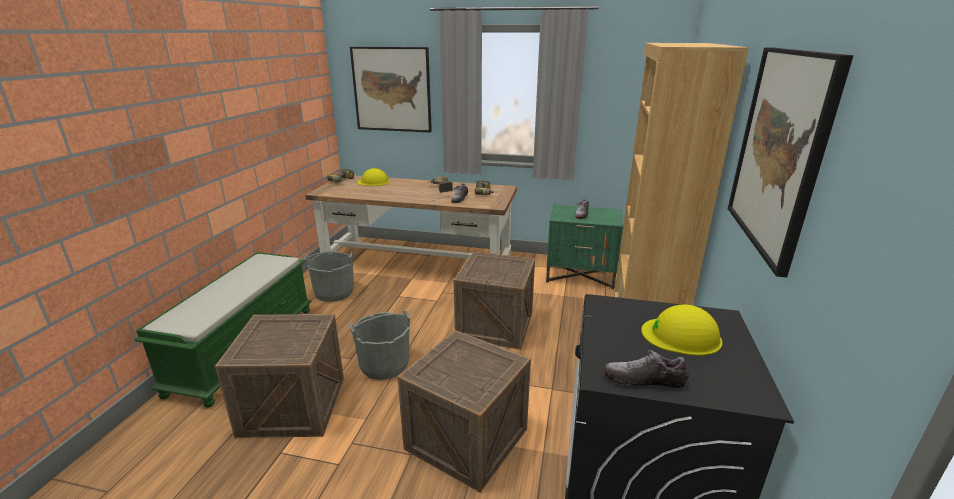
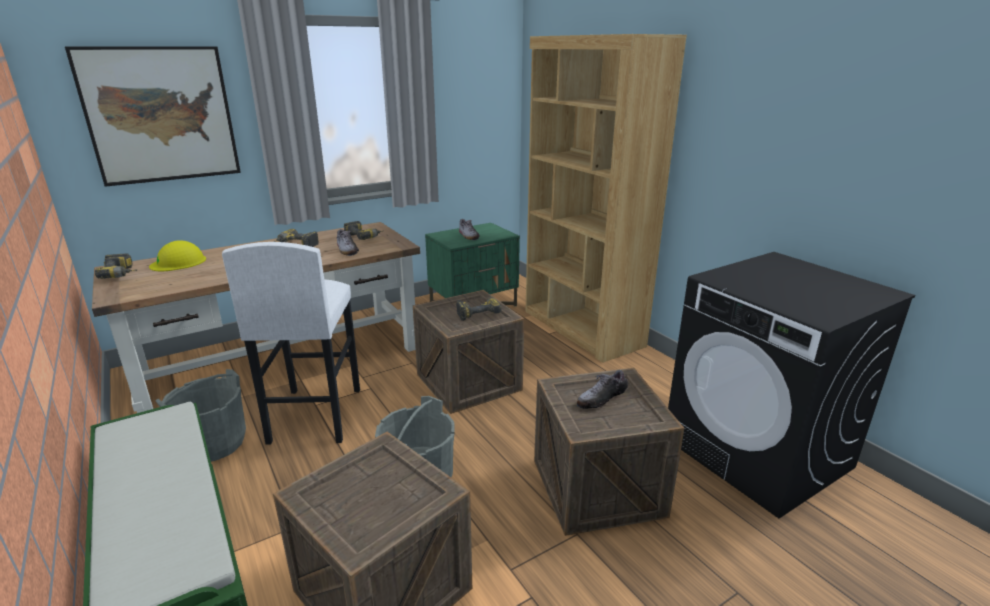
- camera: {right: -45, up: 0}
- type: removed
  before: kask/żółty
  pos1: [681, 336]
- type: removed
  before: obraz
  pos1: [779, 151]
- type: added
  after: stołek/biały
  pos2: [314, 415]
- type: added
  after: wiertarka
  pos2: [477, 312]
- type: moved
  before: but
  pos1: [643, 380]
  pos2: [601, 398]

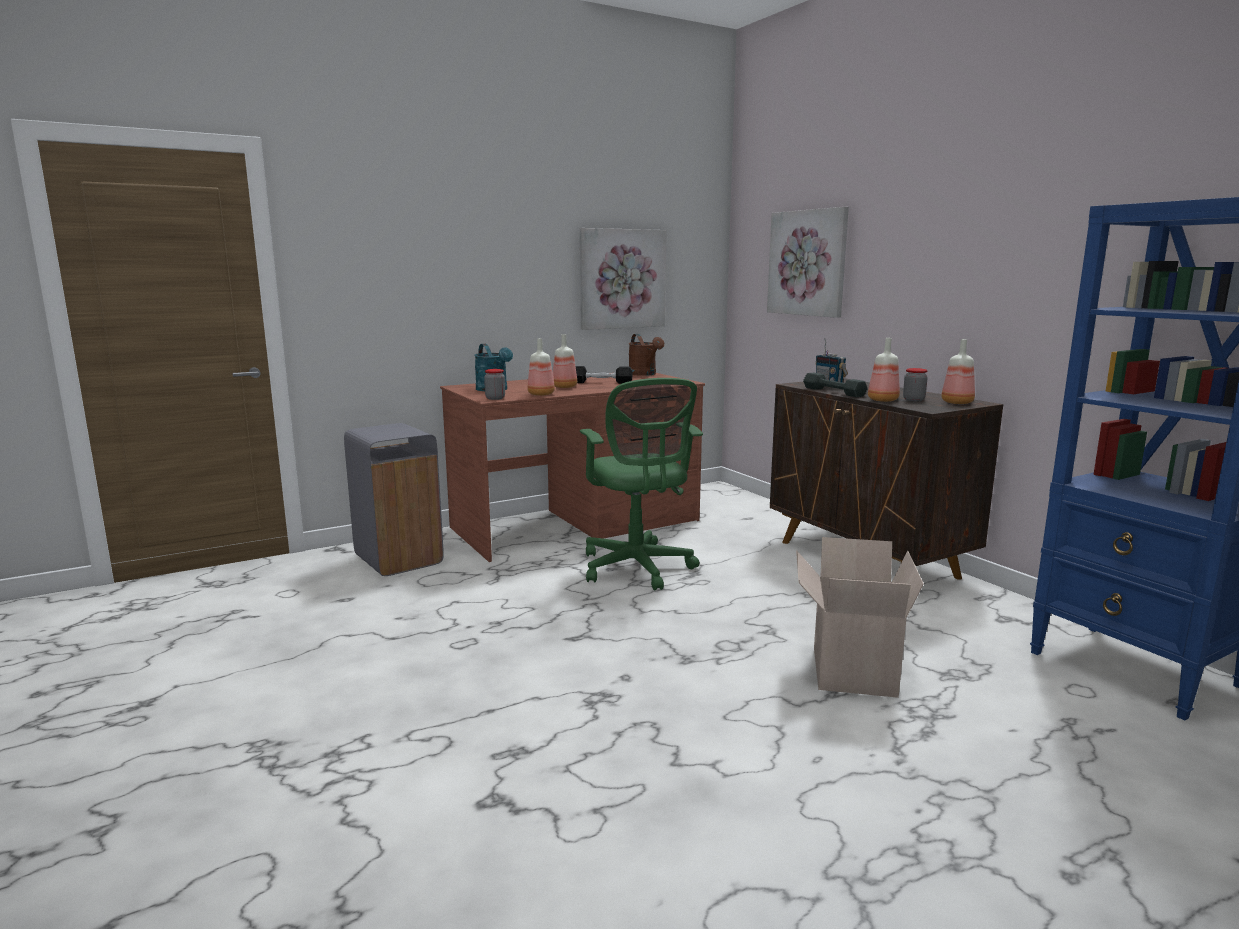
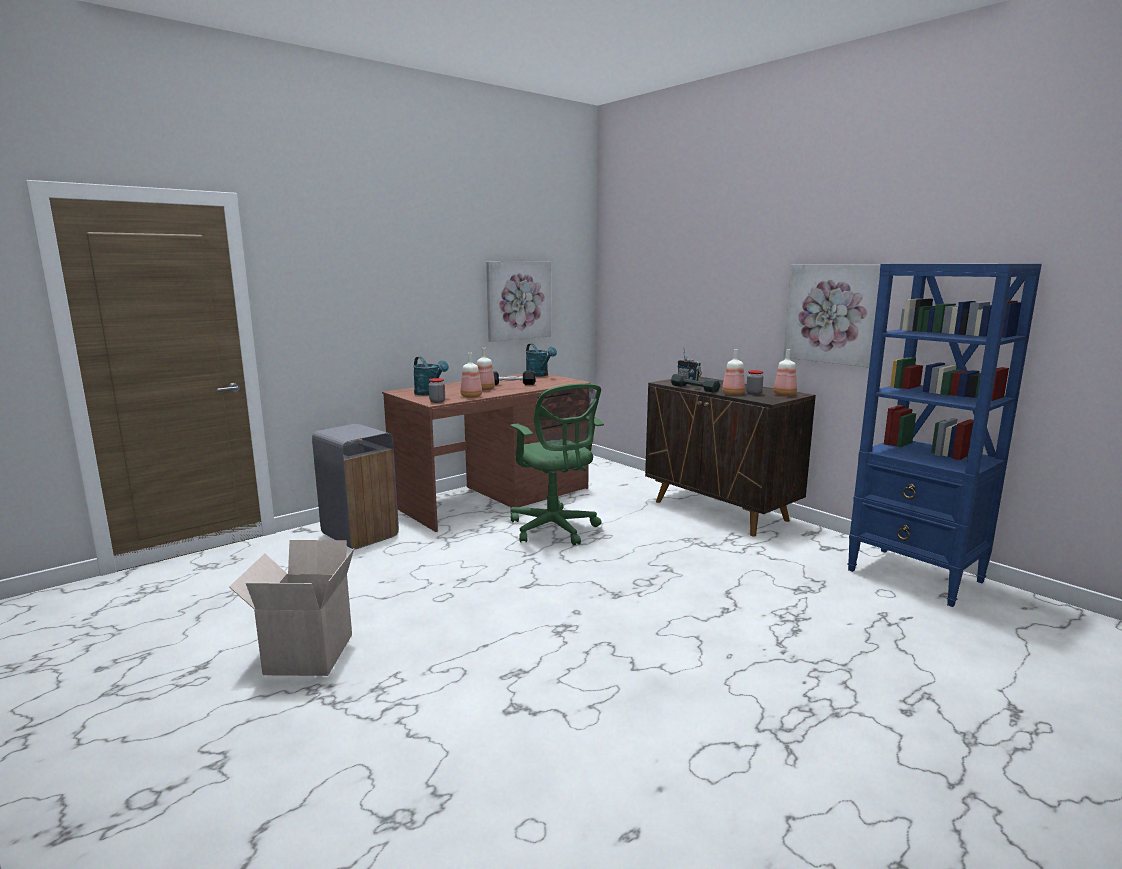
- camera: {right: -10, up: 0}
- type: moved
  before: obraz
  pos1: [808, 263]
  pos2: [833, 314]
- type: moved
  before: karton
  pos1: [849, 670]
  pos2: [307, 653]
- type: recoloured
  before: konewka/brązowy
  after: konewka/turkusowy
  pos1: [644, 374]
  pos2: [539, 375]

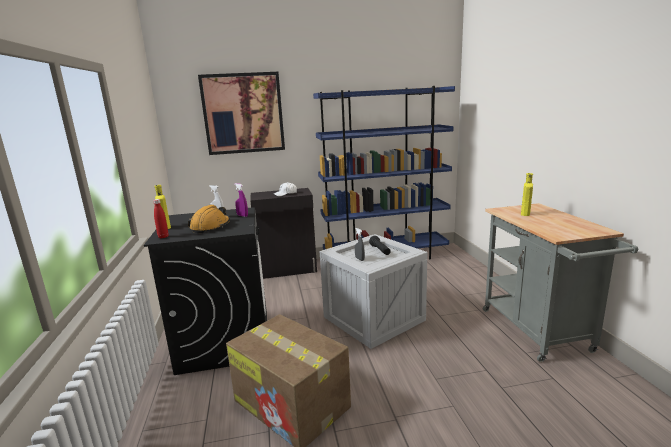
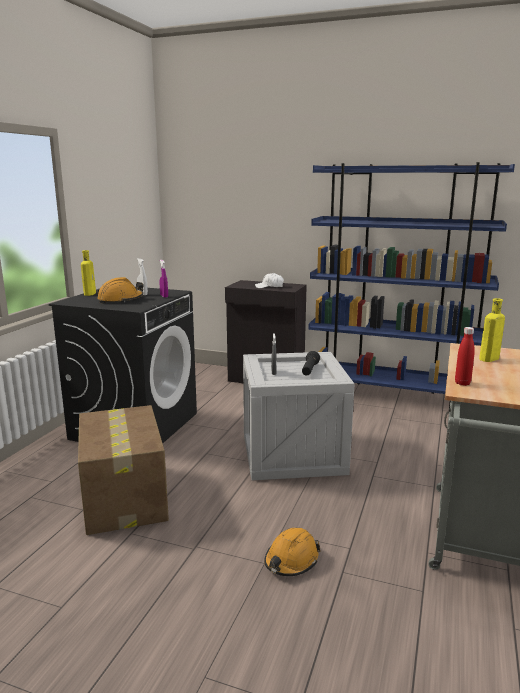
- camera: {right: 30, up: 0}
- type: removed
  before: obraz
  pos1: [243, 113]
- type: added
  after: kask/pomarańczowy
  pos2: [291, 560]
- type: moved
  before: butelka/czerwony
  pos1: [163, 237]
  pos2: [462, 383]

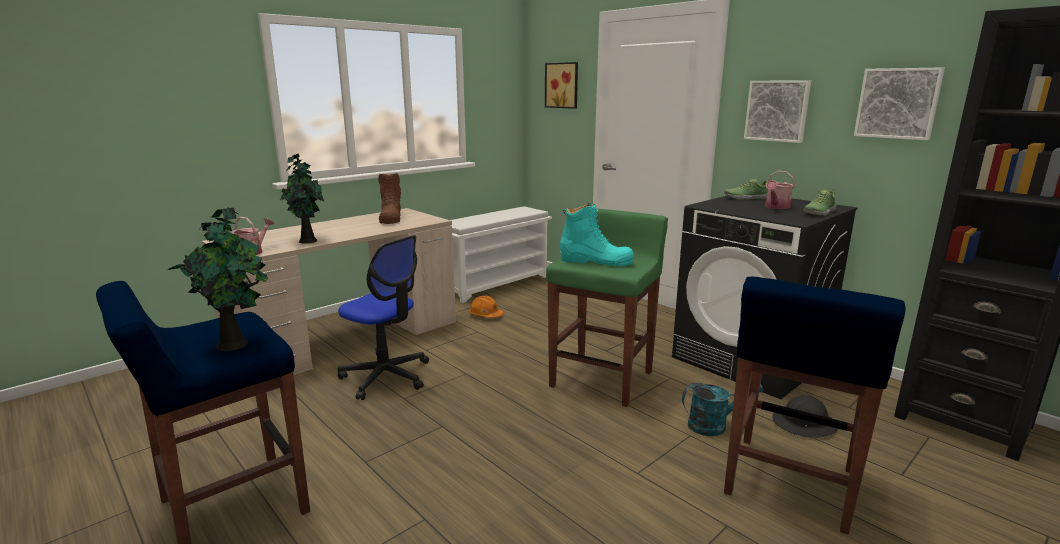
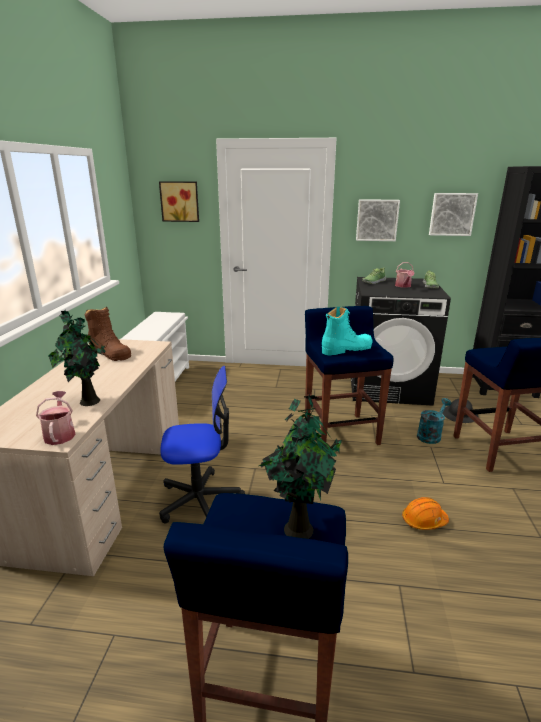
- camera: {right: -40, up: 5}
- type: moved
  before: kask/pomarańczowy
  pos1: [485, 315]
  pos2: [424, 521]
- type: recoloured
  before: stołek/zielony
  after: stołek/niebieski
  pos1: [602, 378]
  pos2: [340, 432]

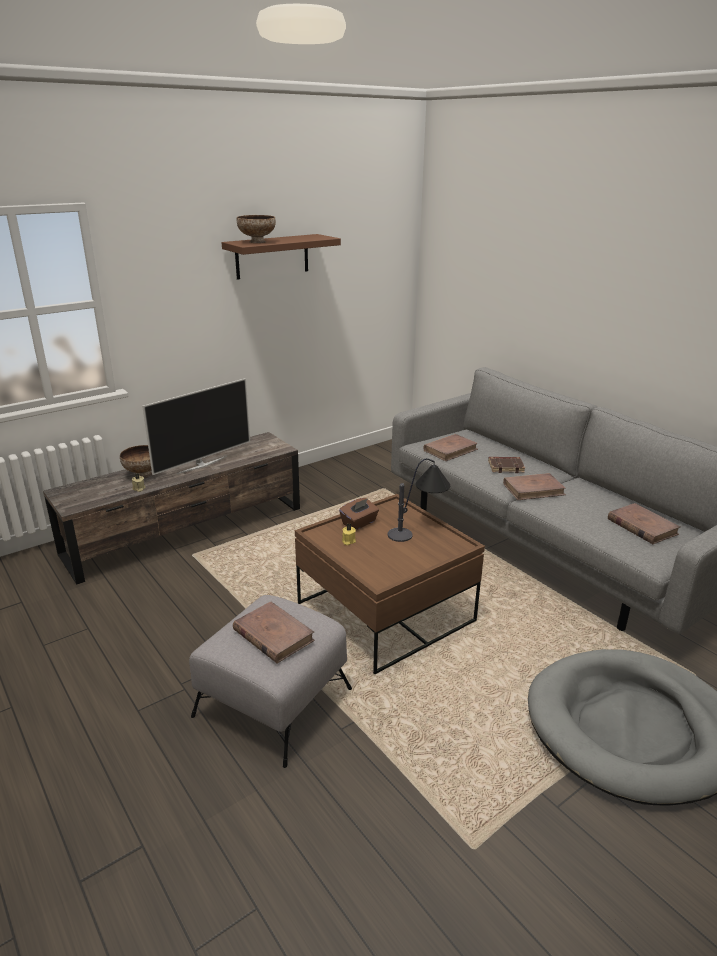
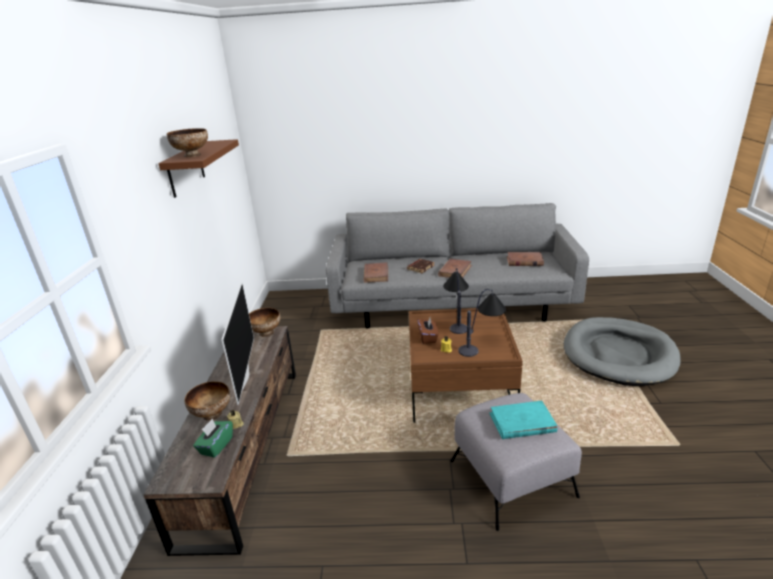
- camera: {right: -50, up: 0}
- type: added
  after: pudełko chusteczek/zielony
  pos2: [216, 446]
- type: added
  after: miska
  pos2: [266, 333]
- type: added
  after: lampa stołowa
  pos2: [482, 343]
- type: recoloured
  before: książka/brązowy
  after: książka/turkusowy
  pos1: [273, 635]
  pos2: [522, 423]

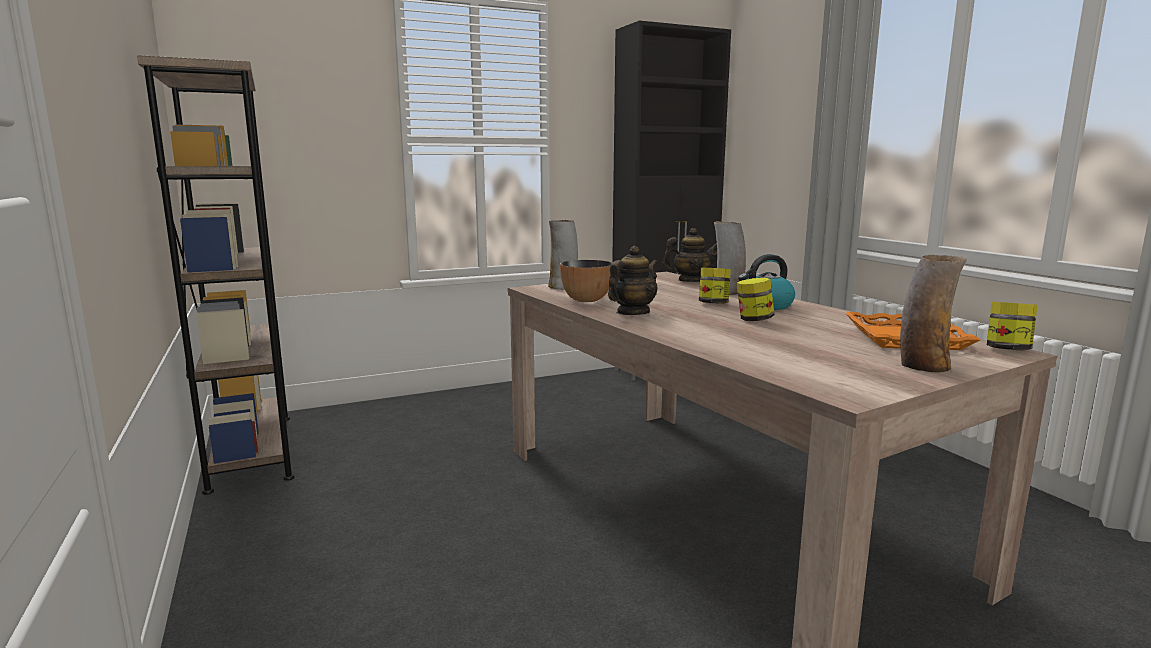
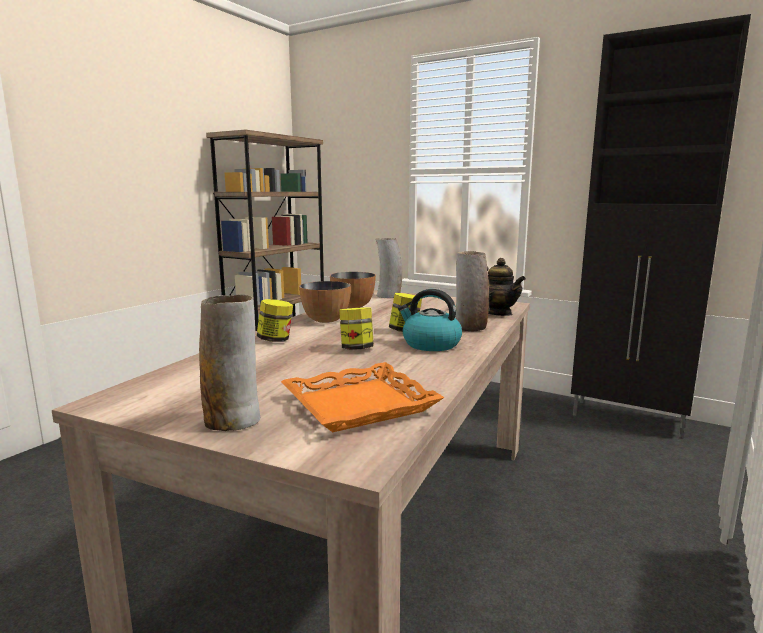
- camera: {right: 55, up: 0}
- type: moved
  before: słoik
  pos1: [1007, 350]
  pos2: [275, 340]
- type: replaced
  before: imbryk
  after: miska
  pos1: [632, 313]
  pos2: [326, 320]

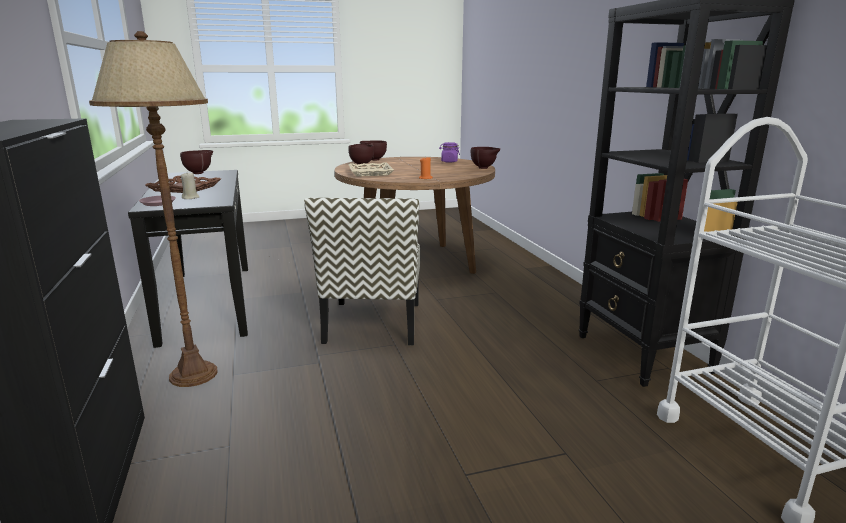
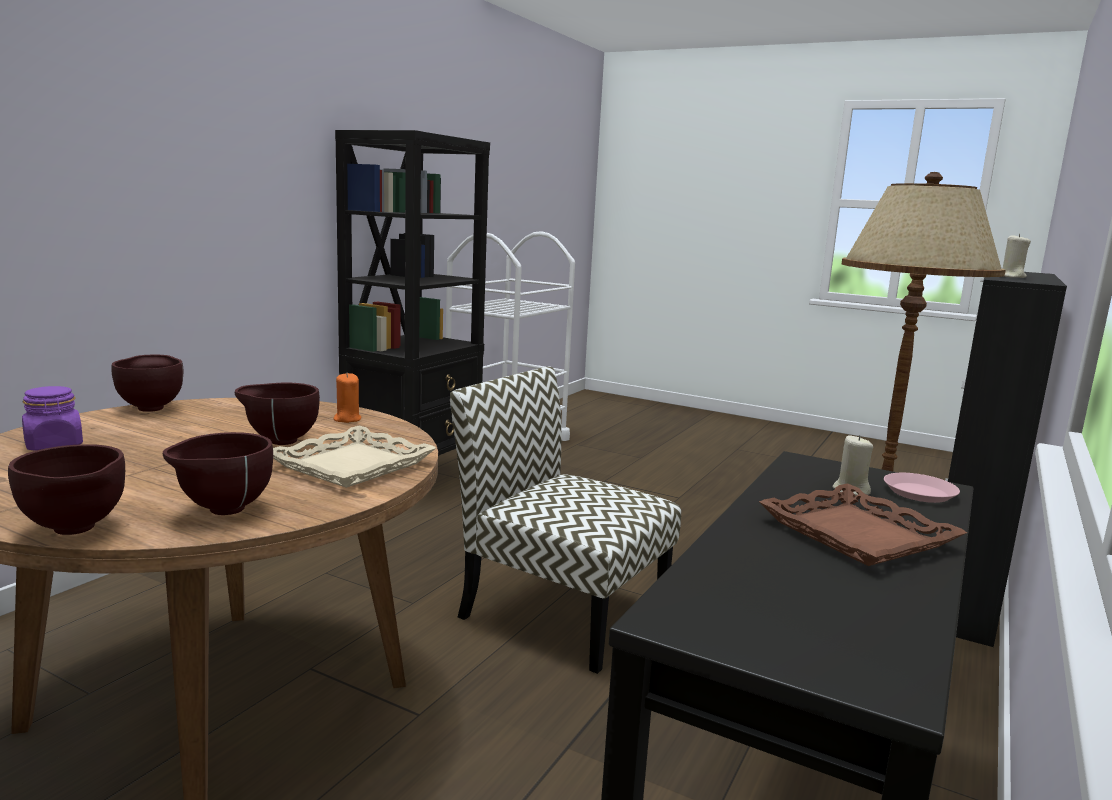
- camera: {right: -135, up: -5}
- type: added
  after: świeca/beżowy
  pos2: [1011, 277]
- type: moved
  before: miska/brązowy
  pos1: [199, 173]
  pos2: [279, 441]
- type: turned
  before: krzesło
  pos1: [373, 323]
  pos2: [560, 612]
  turn: -105

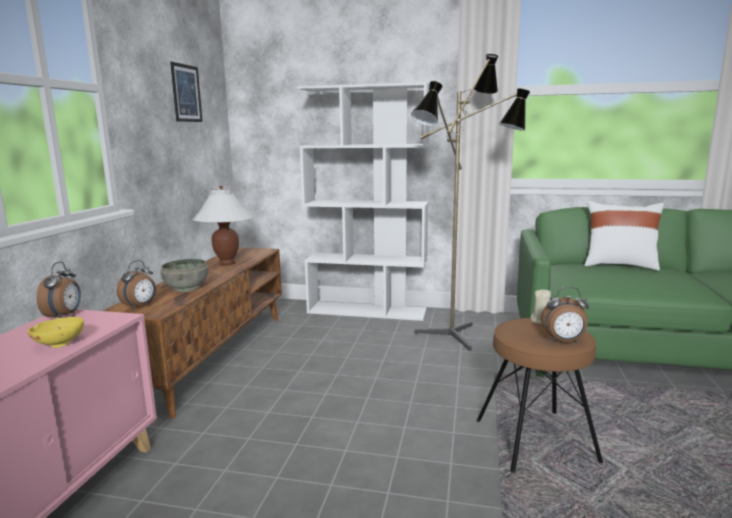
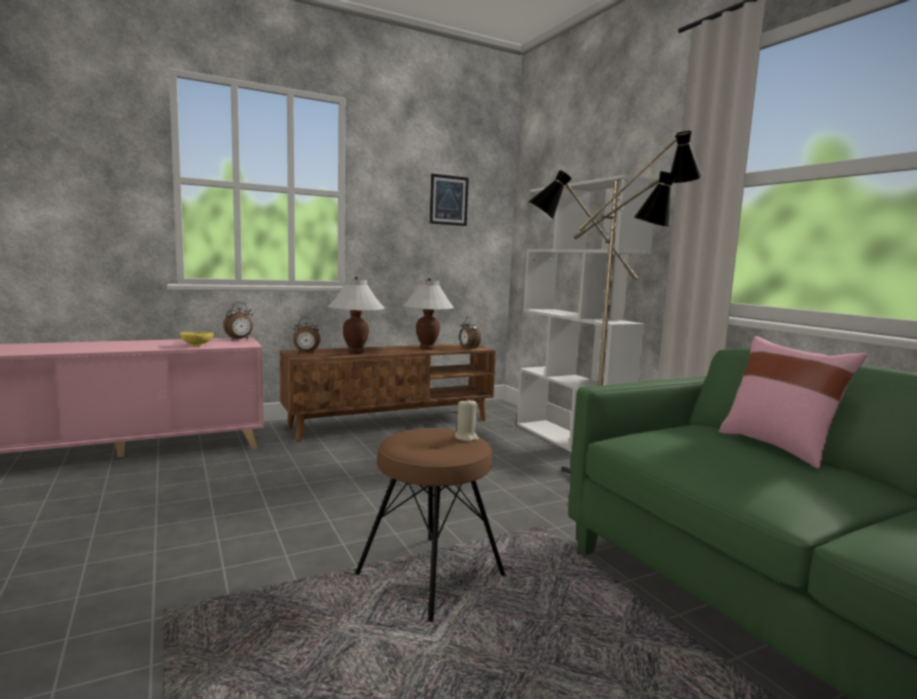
- camera: {right: 50, up: -5}
- type: moved
  before: budzik
  pos1: [564, 341]
  pos2: [468, 348]
- type: replaced
  before: miska/szary
  after: lampa stołowa/biały
  pos1: [187, 288]
  pos2: [355, 352]
- type: recoloured
  before: poduszka/biały
  after: poduszka/różowy
  pos1: [619, 265]
  pos2: [779, 447]

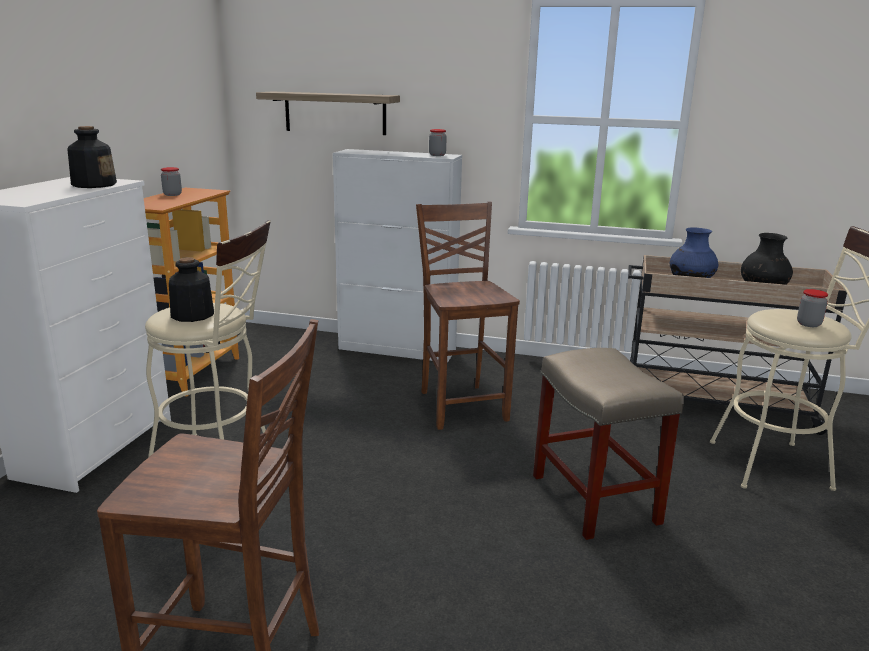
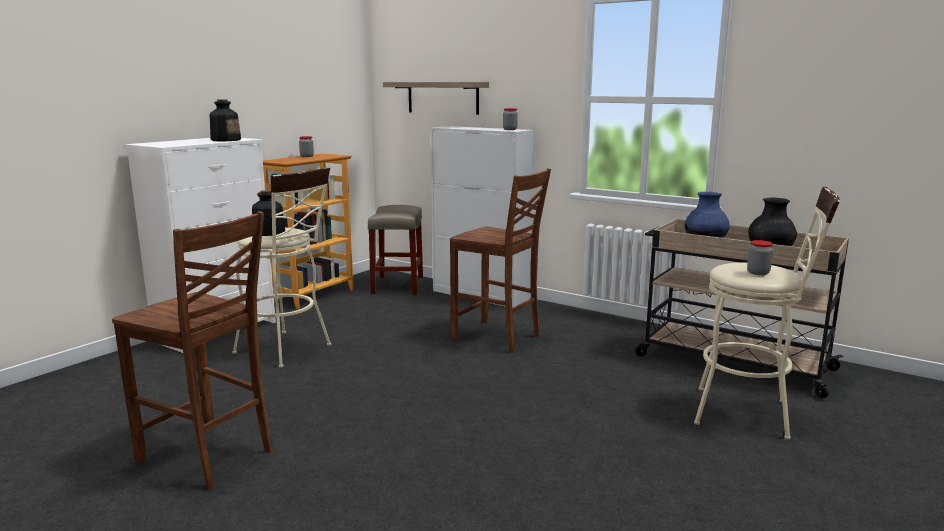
- camera: {right: 20, up: -5}
- type: moved
  before: stołek/beżowy
  pos1: [596, 500]
  pos2: [398, 285]
- type: turned
  before: krzesło/brązowy
  pos1: [461, 405]
  pos2: [498, 337]
  turn: 120

